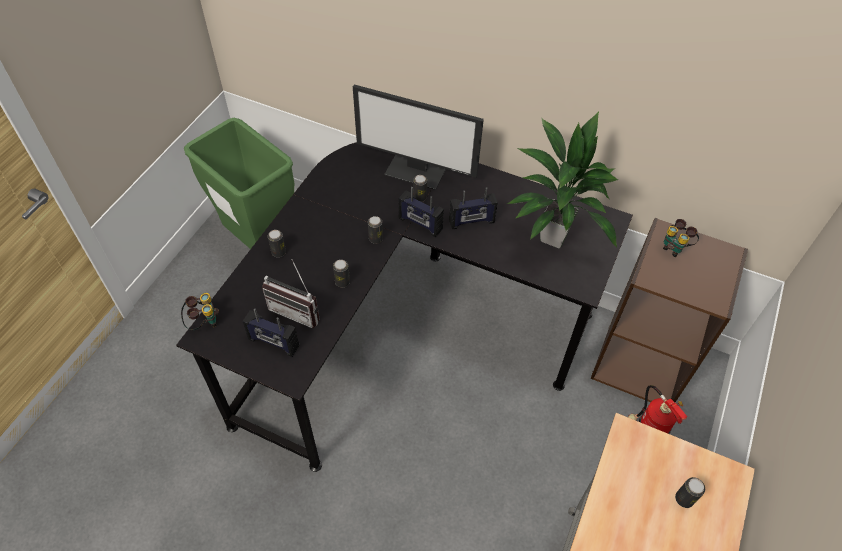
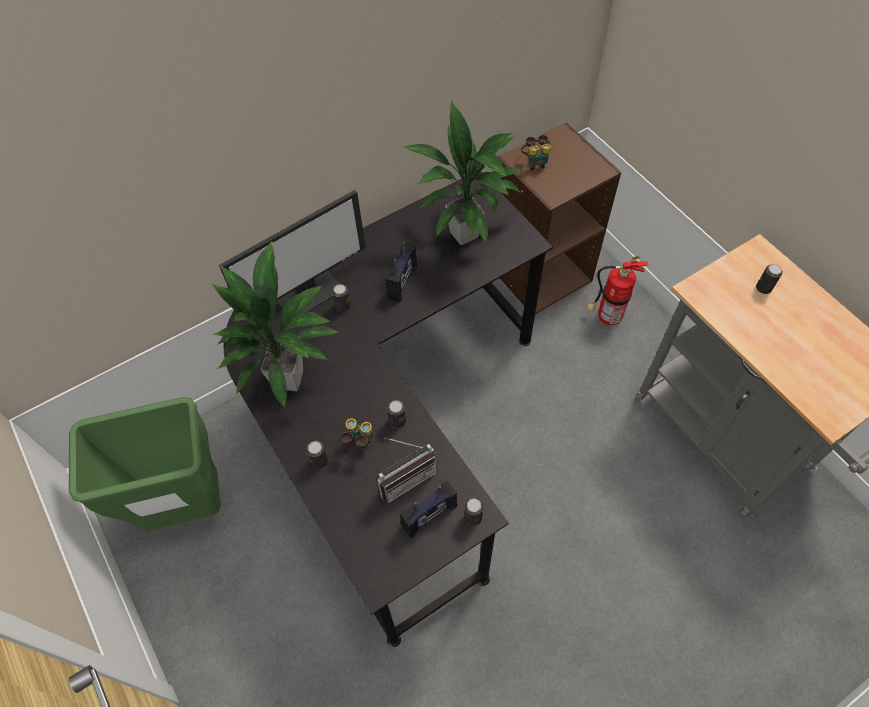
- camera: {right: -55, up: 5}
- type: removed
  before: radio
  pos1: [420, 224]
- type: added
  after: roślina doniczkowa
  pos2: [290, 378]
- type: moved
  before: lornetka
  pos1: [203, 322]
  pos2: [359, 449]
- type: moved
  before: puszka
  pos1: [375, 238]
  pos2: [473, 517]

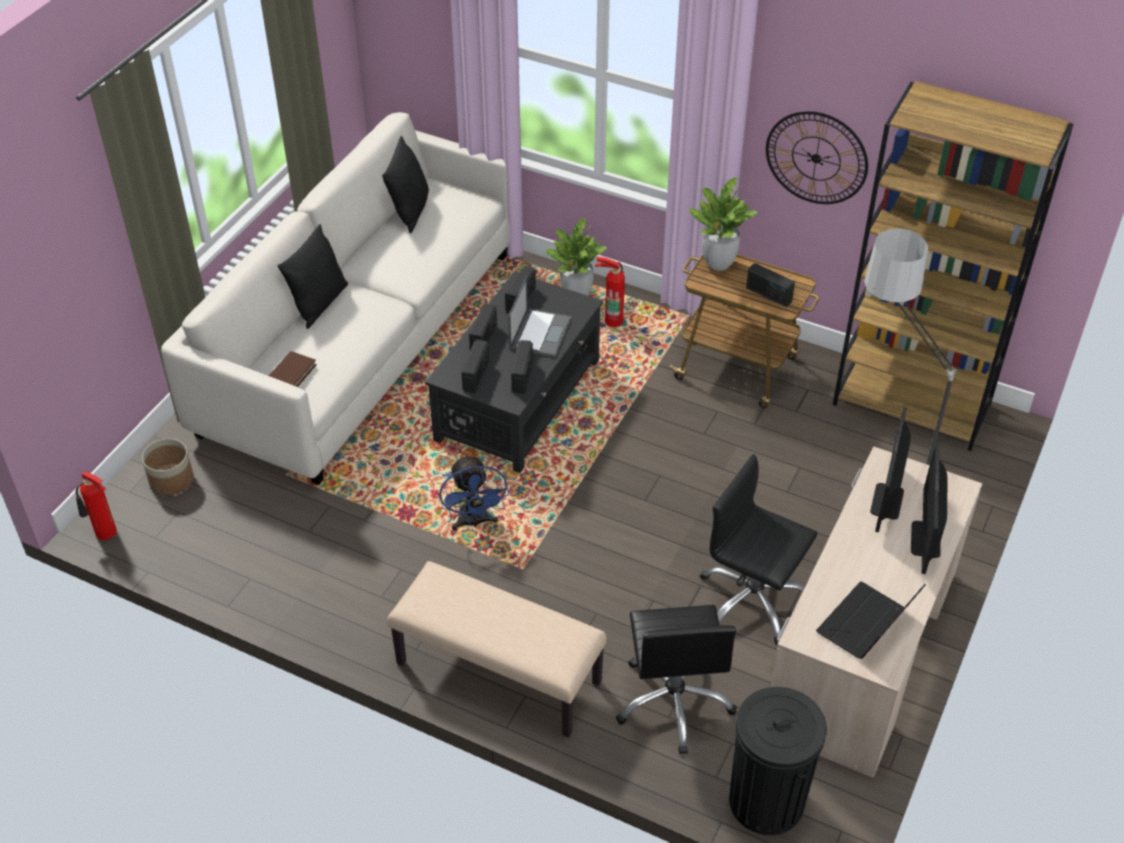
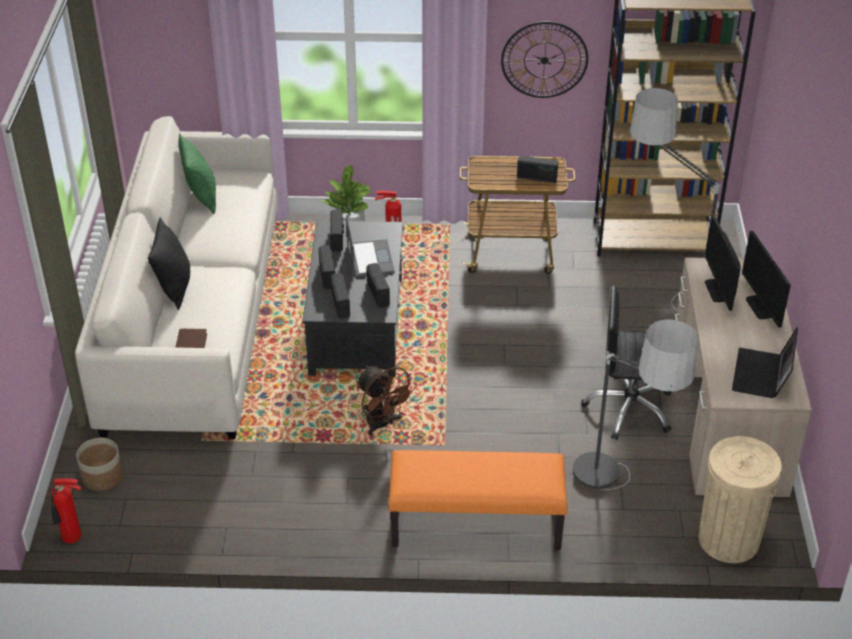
- camera: {right: -25, up: -5}
- type: removed
  before: roślina doniczkowa
  pos1: [718, 263]
- type: replaced
  before: krzesło biurowe/czarny
  after: lampa stojąca
  pos1: [674, 701]
  pos2: [620, 497]
- type: recoloured
  before: poduszka/czarny
  after: poduszka/zielony
  pos1: [410, 211]
  pos2: [201, 197]
- type: recoloured
  before: ławka/beżowy
  after: ławka/pomarańczowy
  pos1: [497, 673]
  pos2: [475, 525]
- type: recoloured
  before: wentylator/niebieski
  after: wentylator/brązowy
  pos1: [474, 522]
  pos2: [383, 424]
- type: recoloured
  before: kosz na śmieci/czarny
  after: kosz na śmieci/beżowy
  pos1: [766, 801]
  pos2: [728, 539]

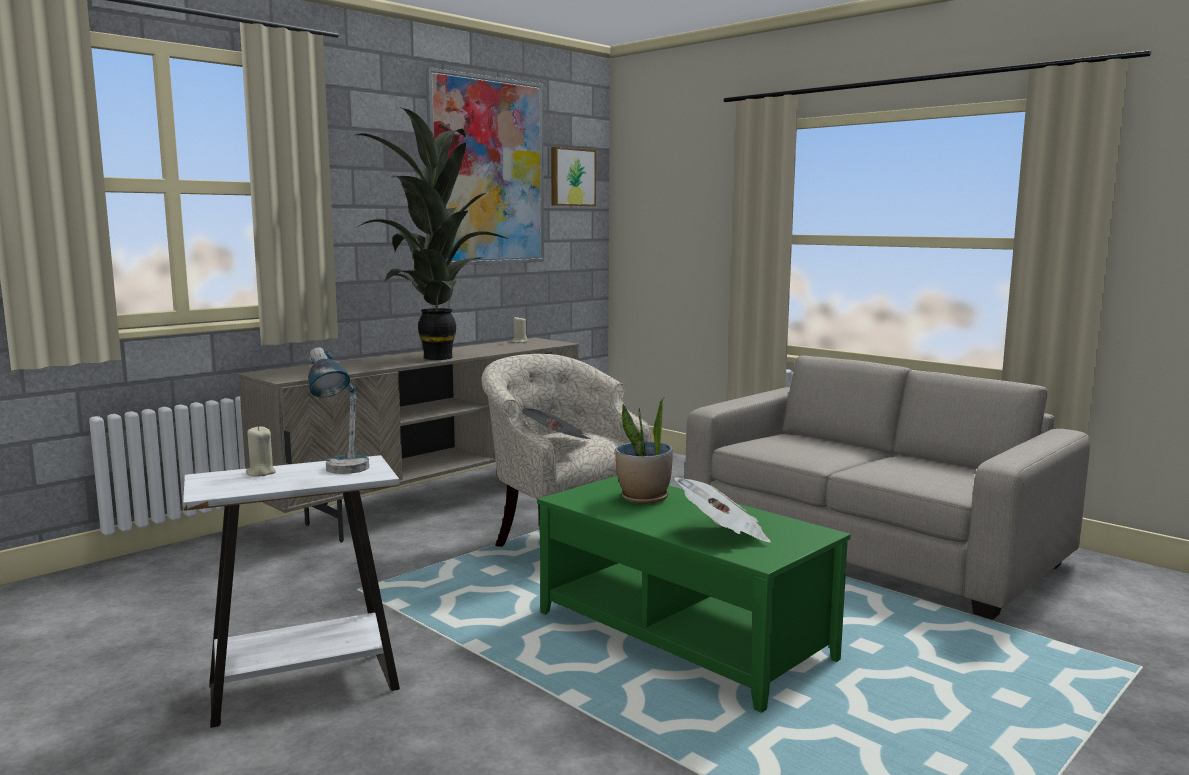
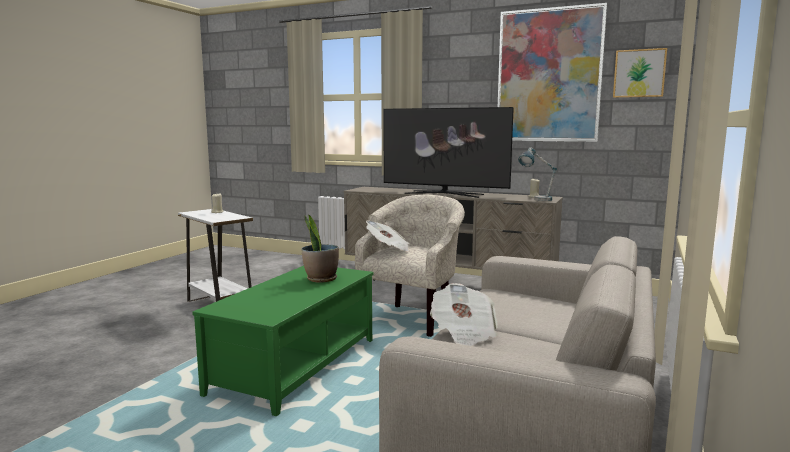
- camera: {right: 70, up: 0}
- type: moved
  before: lampa stołowa
  pos1: [342, 473]
  pos2: [536, 200]
- type: moved
  before: gazeta
  pos1: [723, 534]
  pos2: [463, 332]
- type: replaced
  before: roślina doniczkowa
  after: telewizor
  pos1: [431, 358]
  pos2: [444, 194]

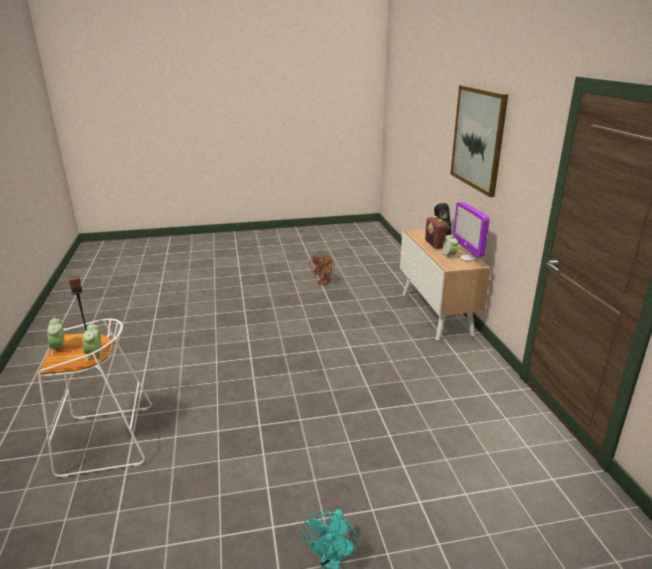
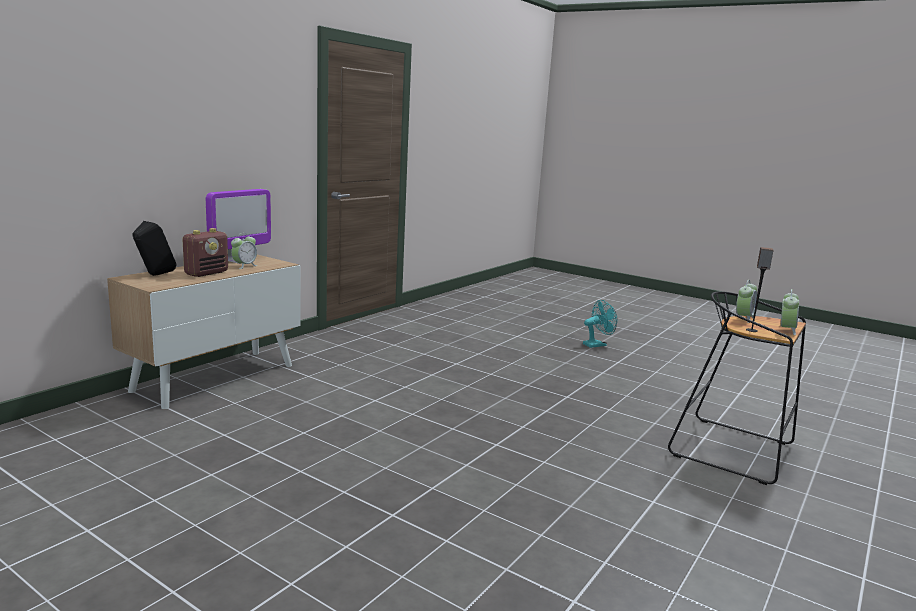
- camera: {right: -135, up: -10}
- type: removed
  before: wentylator/brązowy
  pos1: [323, 283]
- type: removed
  before: obraz
  pos1: [478, 138]
- type: recoloured
  before: stołek/biały
  after: stołek/czarny
  pos1: [105, 441]
  pos2: [734, 450]

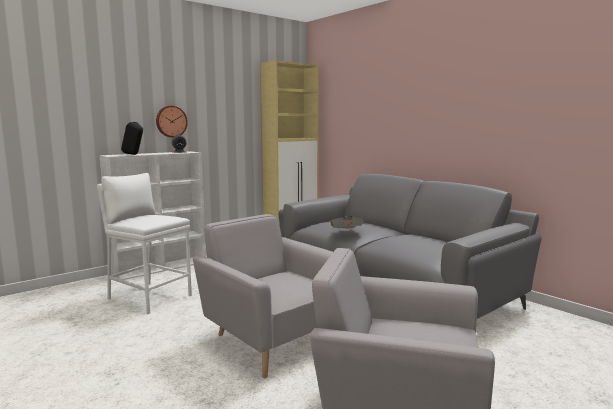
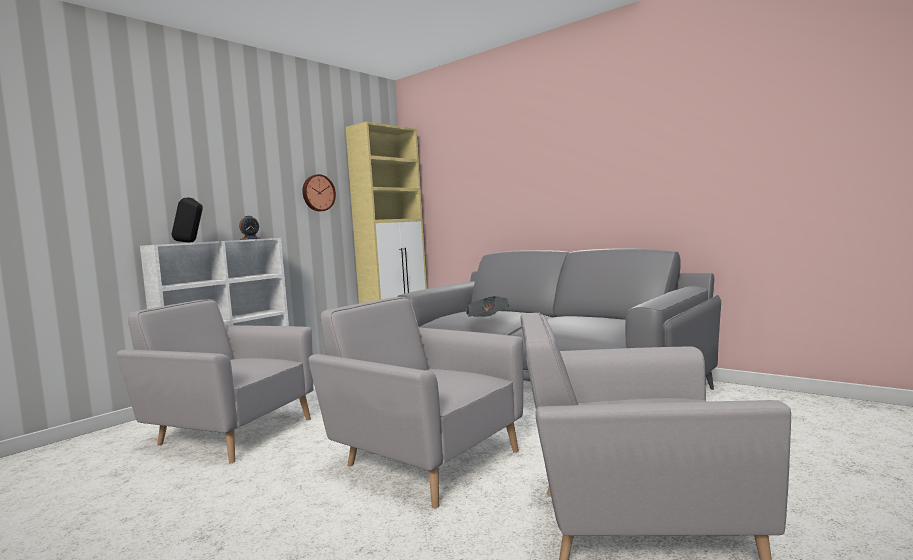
- camera: {right: -10, up: -5}
- type: moved
  before: zegar ścienny
  pos1: [171, 121]
  pos2: [318, 193]
- type: replaced
  before: stołek/biały
  after: fotel/szary
  pos1: [149, 297]
  pos2: [229, 433]

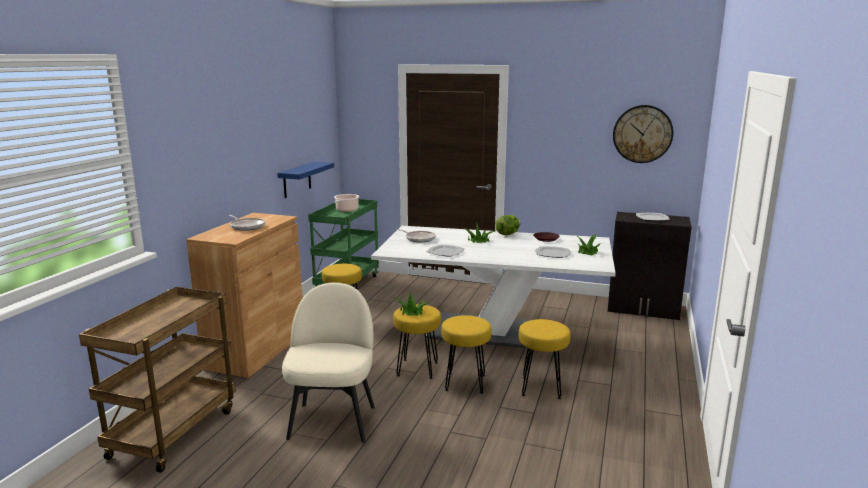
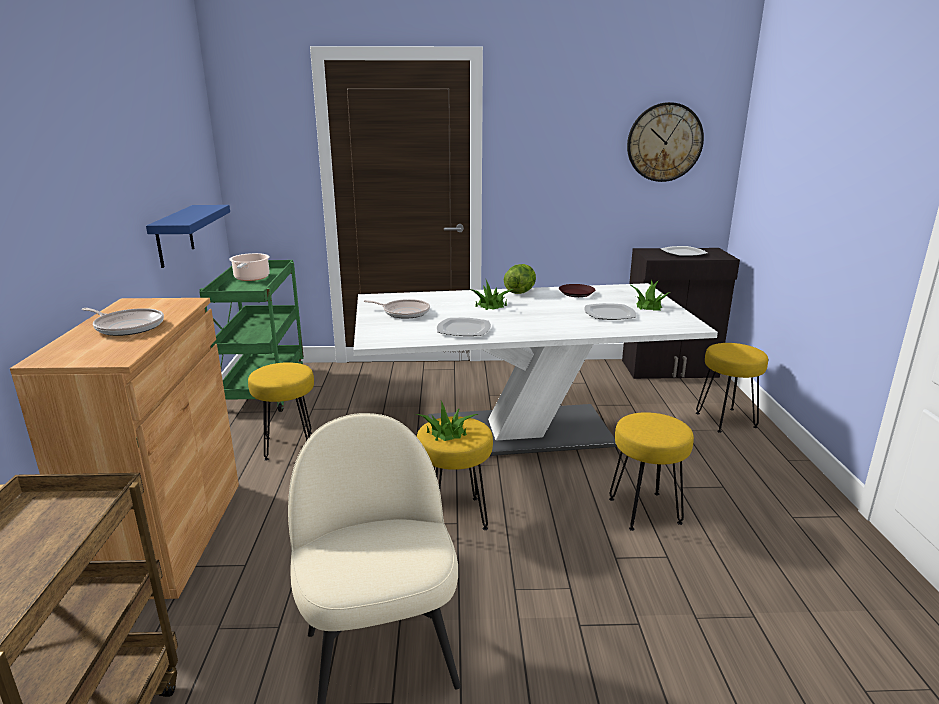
- camera: {right: -20, up: 5}
- type: moved
  before: stołek/żółty
  pos1: [465, 383]
  pos2: [726, 420]

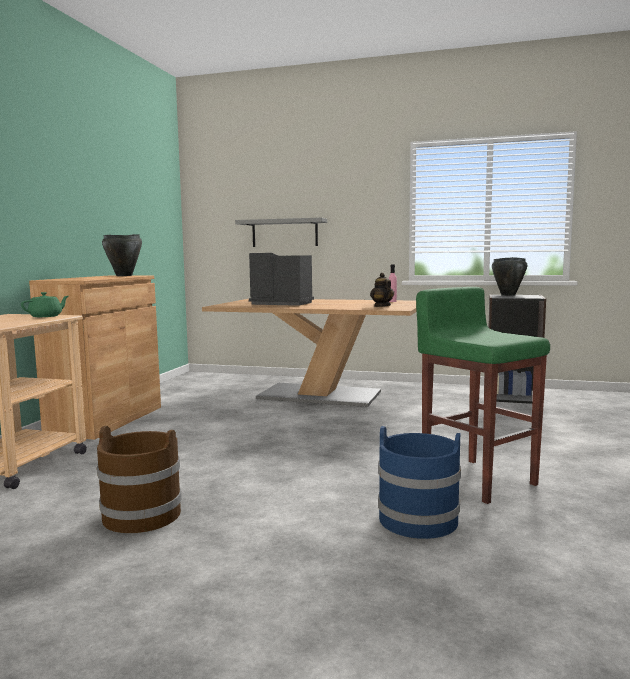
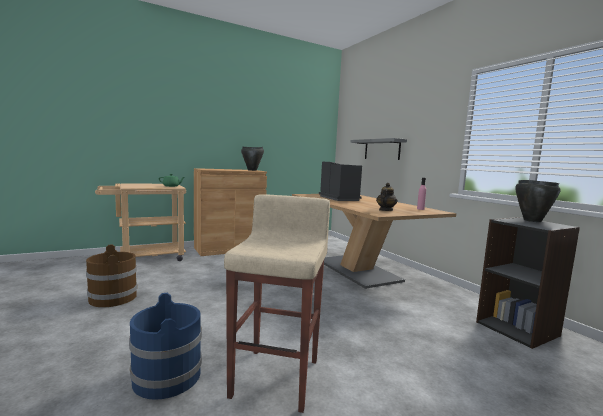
- camera: {right: 45, up: 0}
- type: recoloured
  before: stołek/zielony
  after: stołek/beżowy
  pos1: [478, 479]
  pos2: [277, 376]

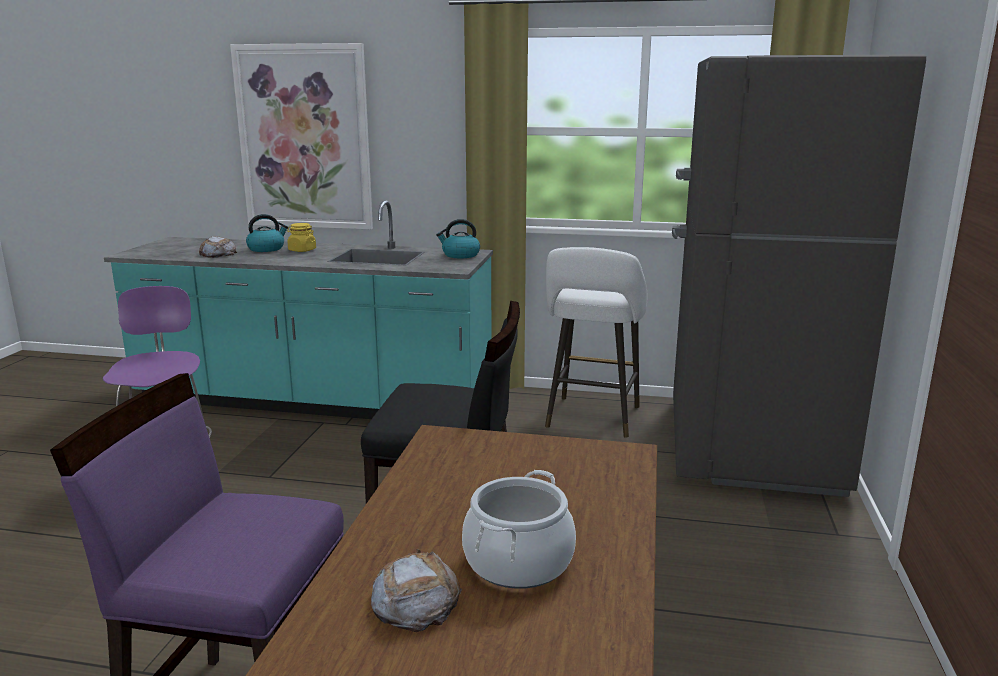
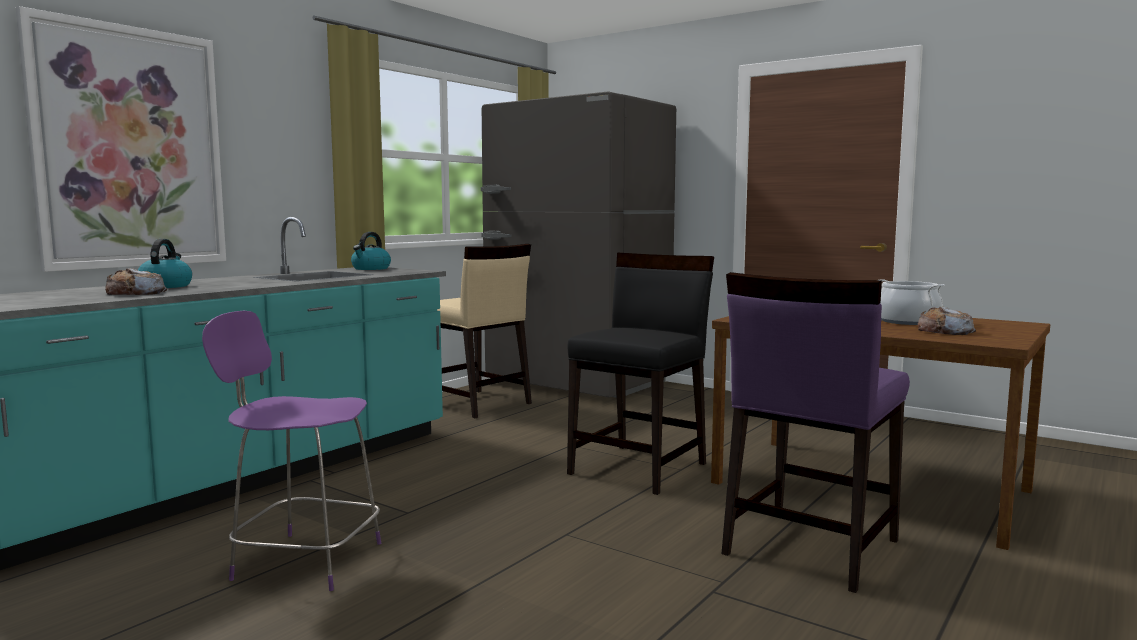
- camera: {right: -65, up: -10}
- type: removed
  before: słoik/żółty
  pos1: [302, 250]
- type: replaced
  before: stołek/biały
  after: krzesło/beżowy
  pos1: [592, 419]
  pos2: [477, 404]

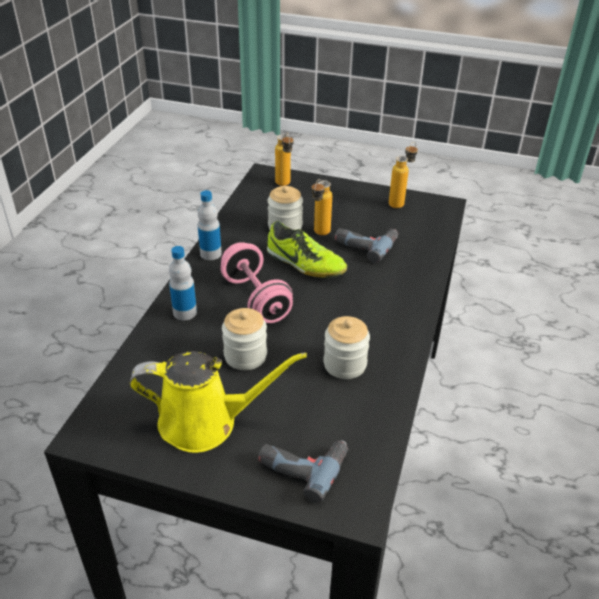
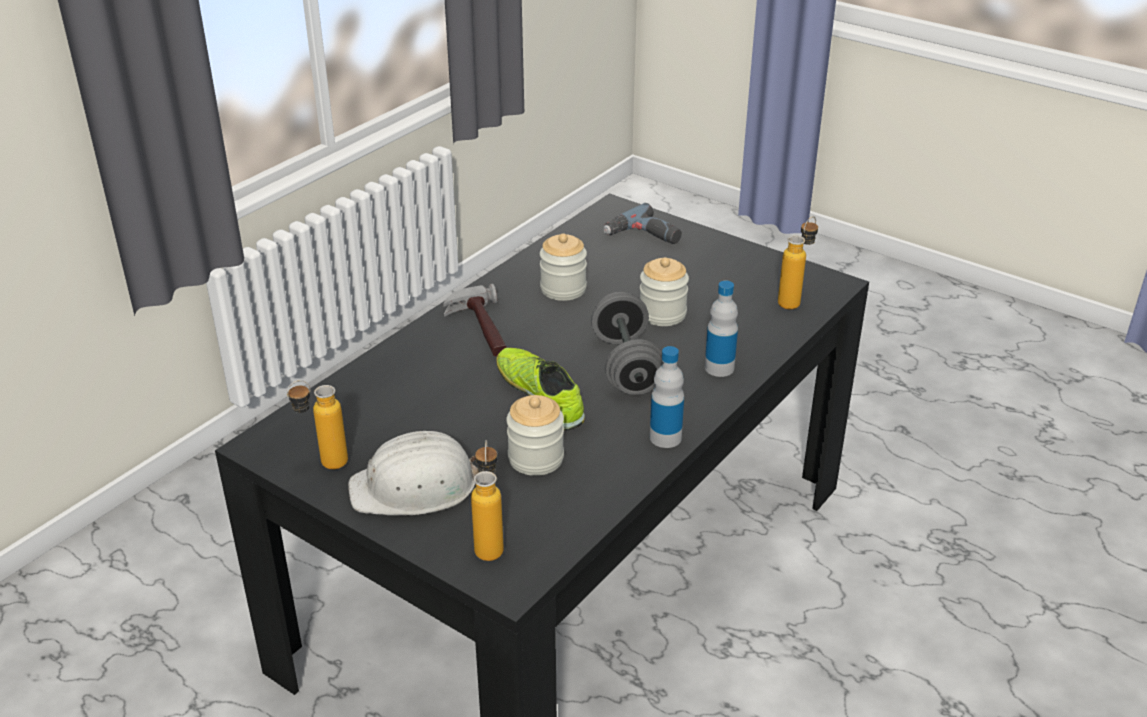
- camera: {right: -160, up: -5}
- type: removed
  before: konewka/żółty
  pos1: [206, 422]
- type: removed
  before: wiertarka
  pos1: [365, 243]
- type: added
  after: kask/biały
  pos2: [415, 487]
- type: added
  after: młotek
  pos2: [480, 330]
- type: moved
  before: butelka
  pos1: [319, 235]
  pos2: [794, 300]
- type: recoloured
  before: hantel/różowy
  after: hantel/szary
  pos1: [256, 299]
  pos2: [626, 366]

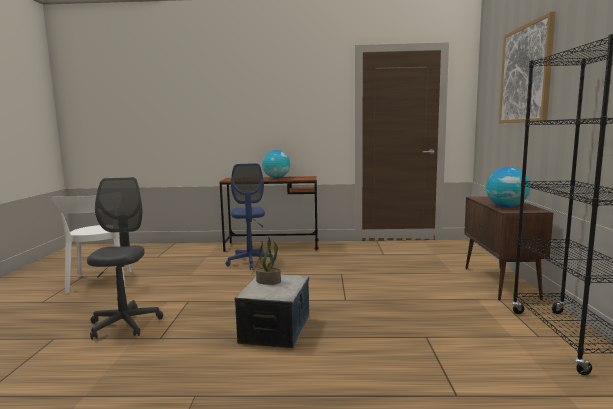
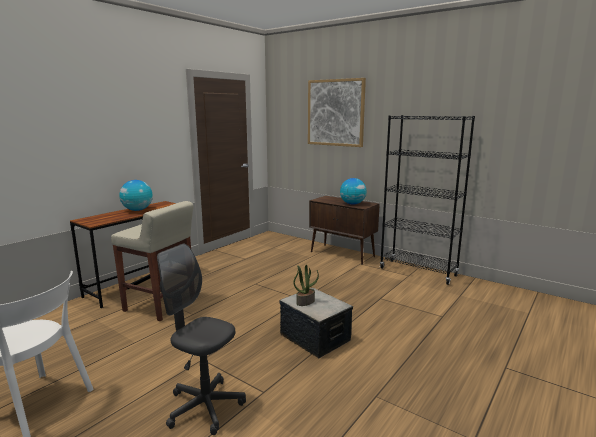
- camera: {right: -55, up: 5}
- type: replaced
  before: krzesło biurowe/niebieski
  after: stołek/beżowy
  pos1: [250, 262]
  pos2: [160, 305]

